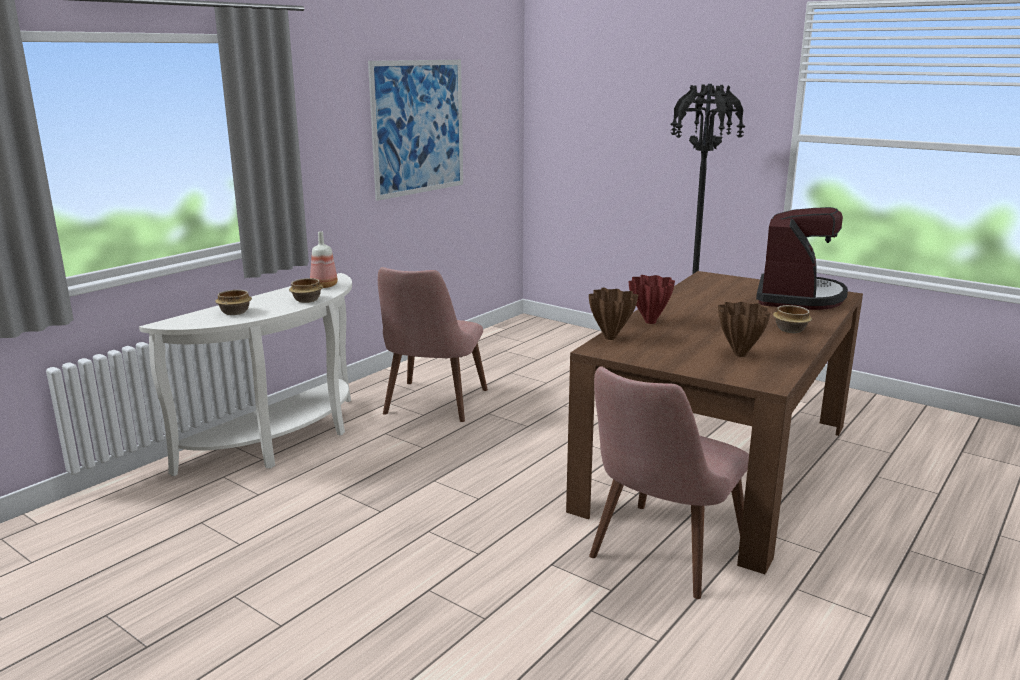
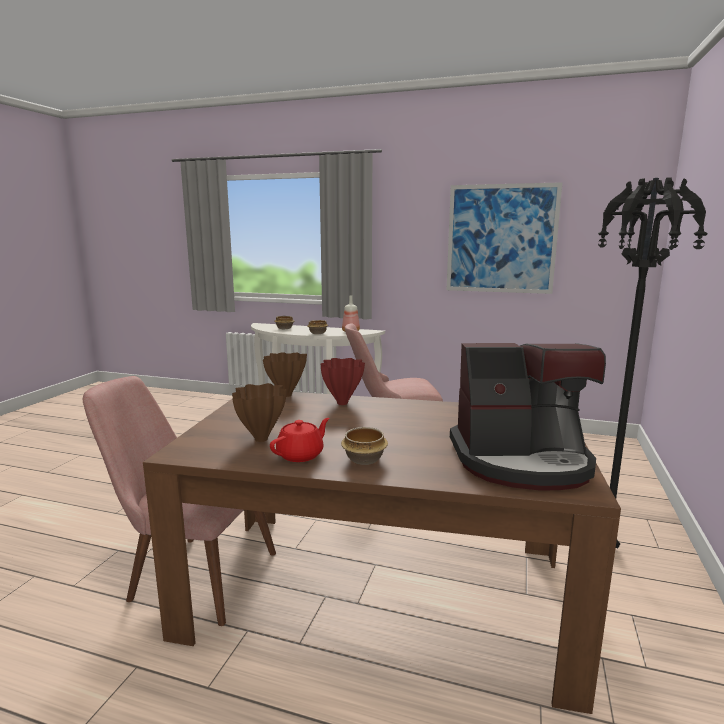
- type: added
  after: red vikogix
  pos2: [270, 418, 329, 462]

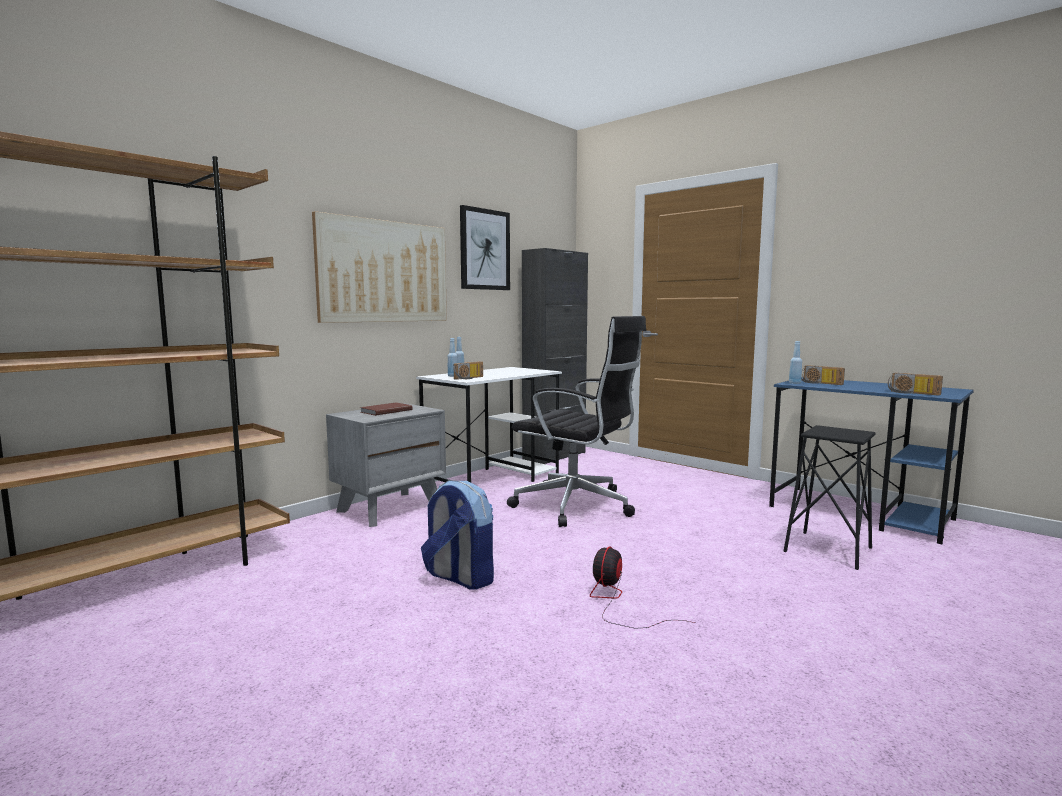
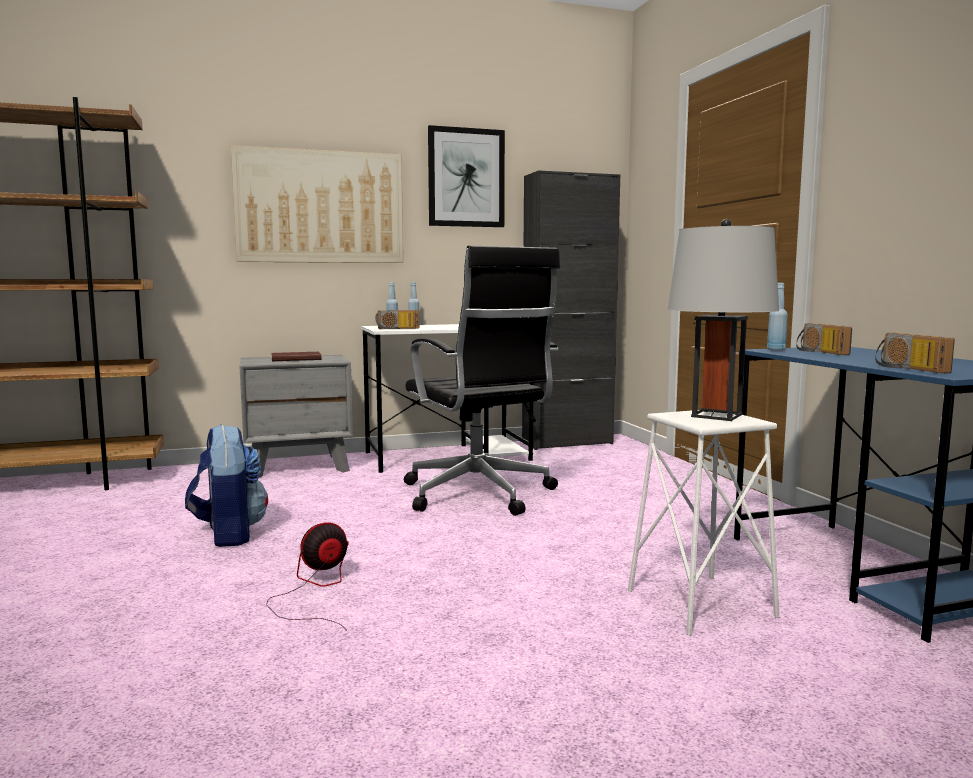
- type: added
  after: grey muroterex
  pos2: [667, 219, 779, 421]
- type: recoloured
  before: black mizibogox
  after: white mizibogox
  pos1: [784, 425, 875, 570]
  pos2: [628, 410, 780, 636]

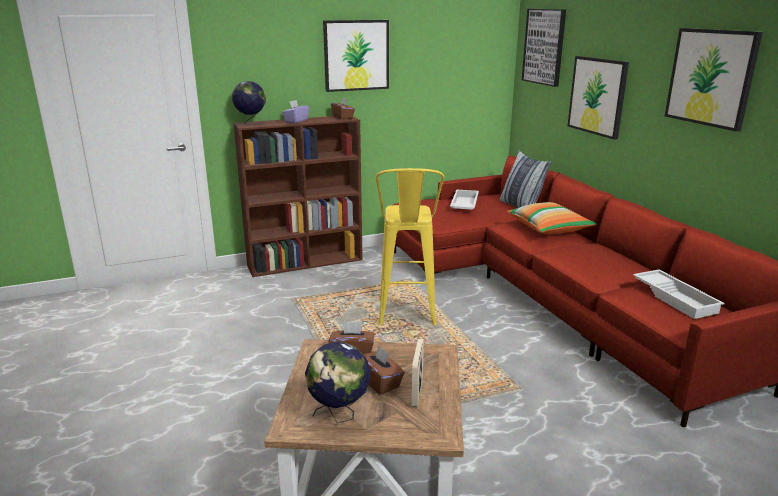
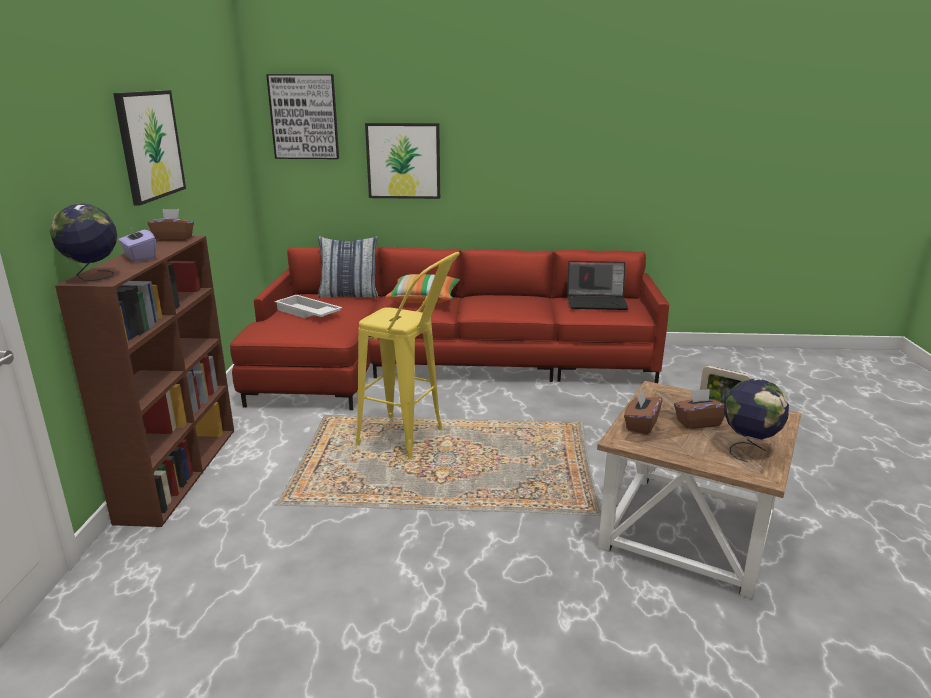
- type: removed
  before: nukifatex
  pos1: [665, 28, 763, 132]
- type: replaced
  before: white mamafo
  after: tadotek
  pos1: [633, 269, 725, 319]
  pos2: [567, 261, 629, 310]

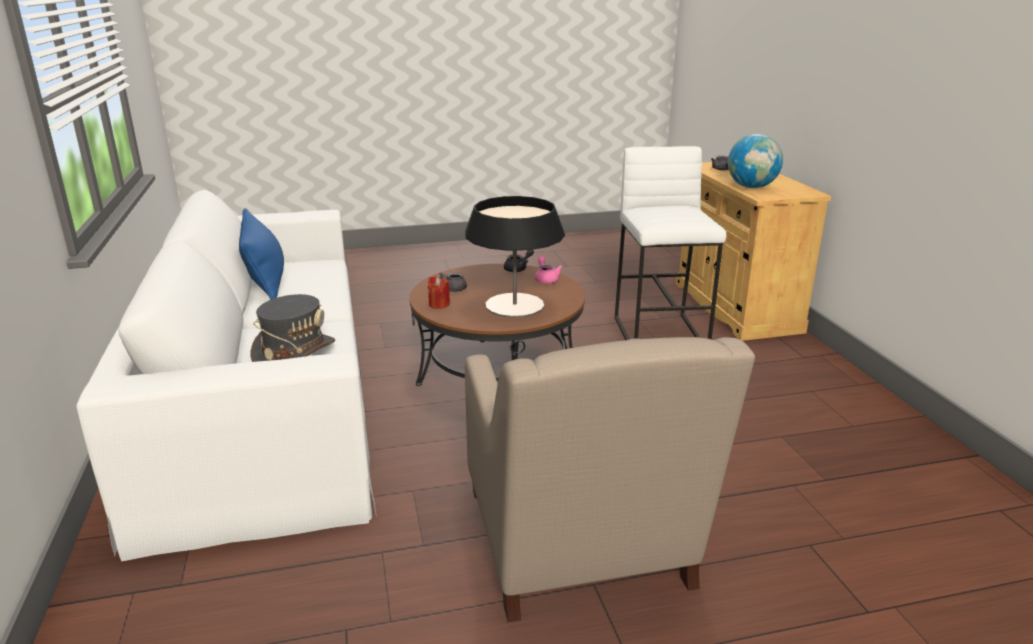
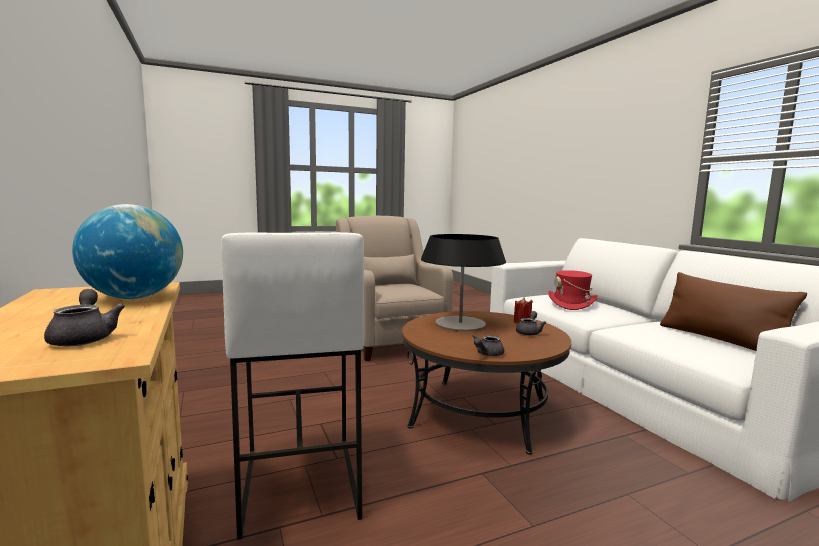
- type: removed
  before: pink vikogix
  pos1: [535, 256, 563, 284]
- type: recoloured
  before: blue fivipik
  after: brown fivipik
  pos1: [239, 208, 284, 300]
  pos2: [660, 272, 807, 351]
- type: recoloured
  before: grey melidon
  after: red melidon
  pos1: [251, 294, 335, 362]
  pos2: [548, 270, 598, 310]

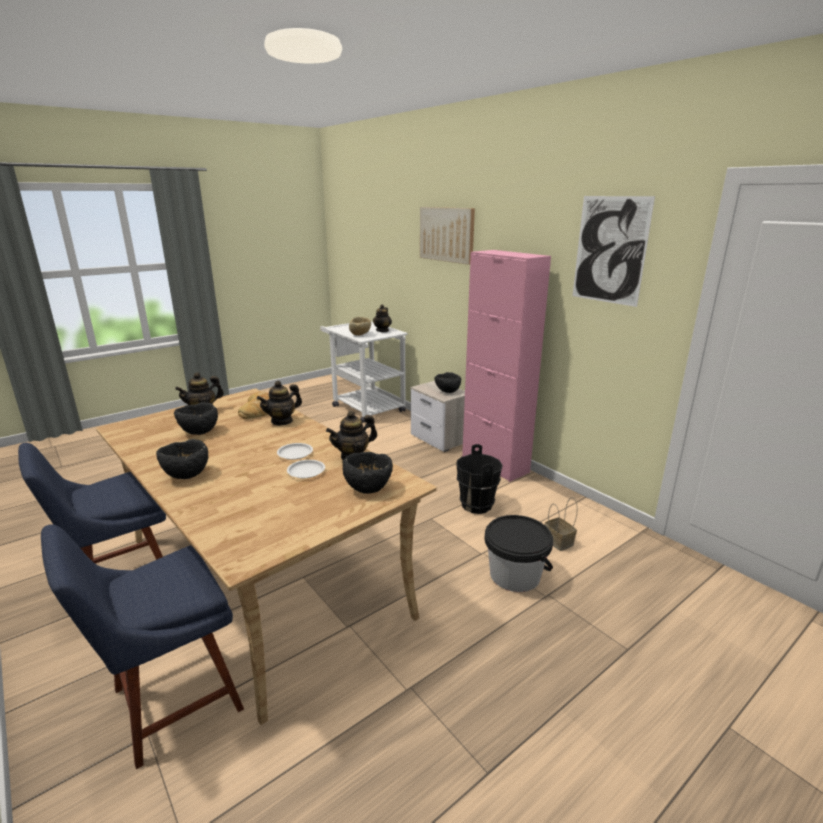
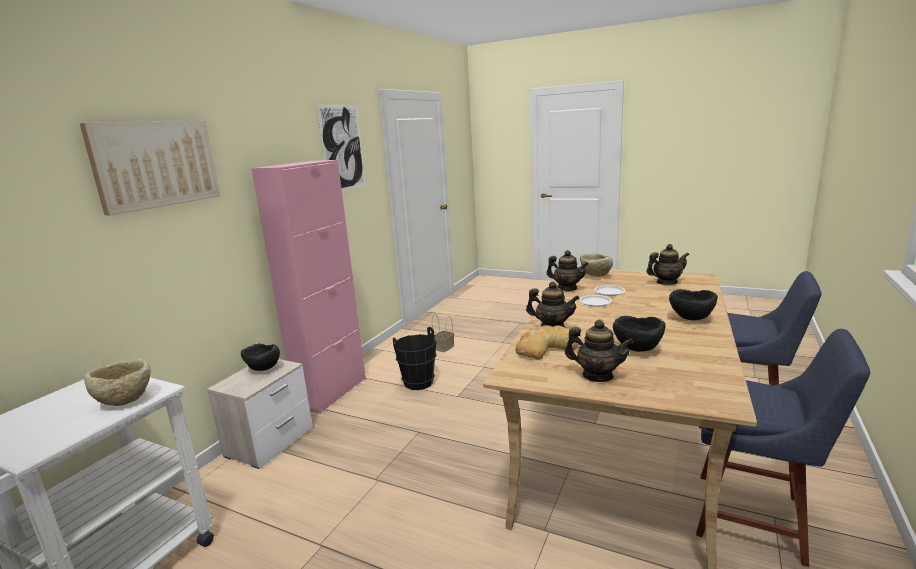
- type: removed
  before: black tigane
  pos1: [484, 515, 553, 592]
- type: moved
  before: vikogix
  pos1: [373, 304, 392, 332]
  pos2: [647, 244, 690, 285]
- type: recoloured
  before: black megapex
  after: beige megapex
  pos1: [343, 452, 393, 494]
  pos2: [580, 253, 613, 277]

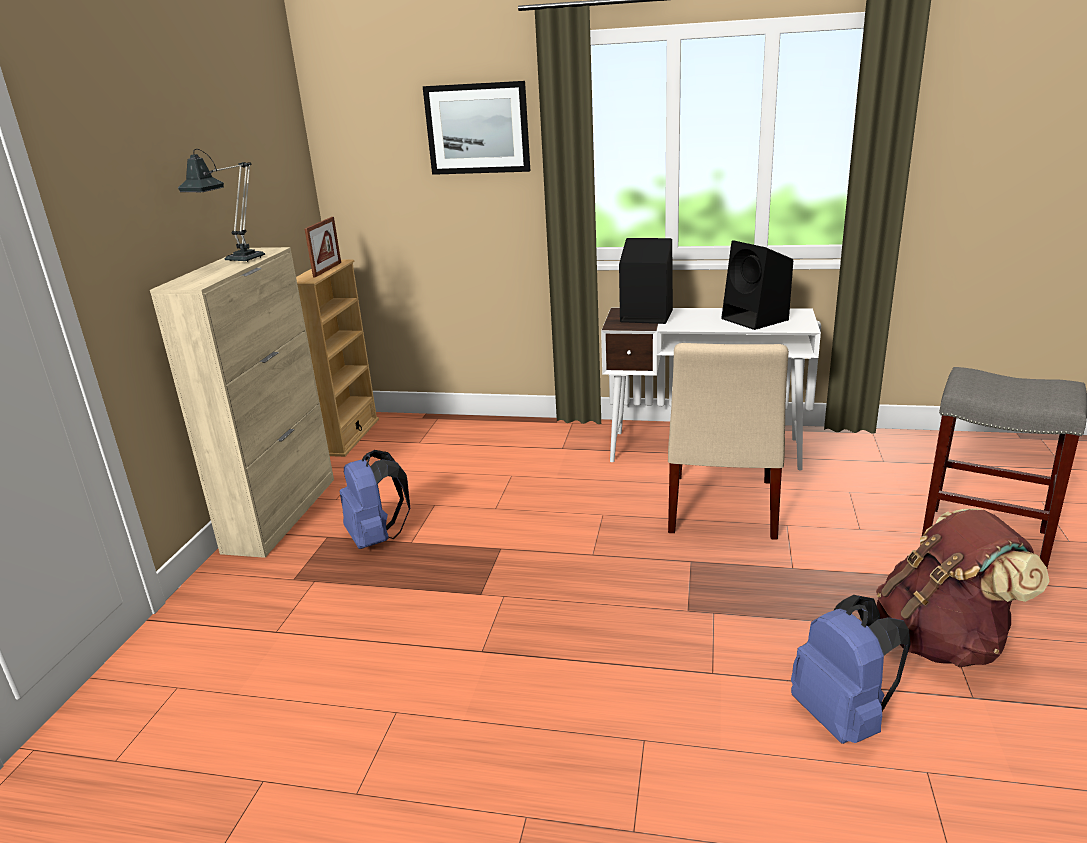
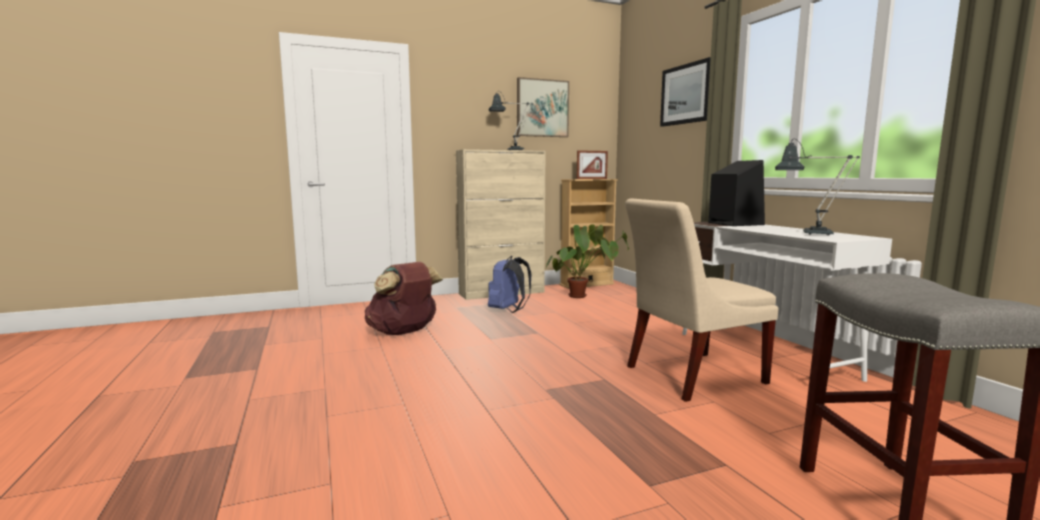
- type: removed
  before: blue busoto
  pos1: [791, 595, 911, 744]
- type: added
  after: nukifatex
  pos2: [517, 77, 569, 137]
- type: added
  after: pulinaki
  pos2: [546, 224, 629, 298]
- type: moved
  before: brown busoto
  pos1: [876, 508, 1050, 667]
  pos2: [365, 262, 443, 335]
- type: replaced
  before: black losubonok
  after: muroterex
  pos1: [721, 240, 793, 330]
  pos2: [775, 139, 860, 236]

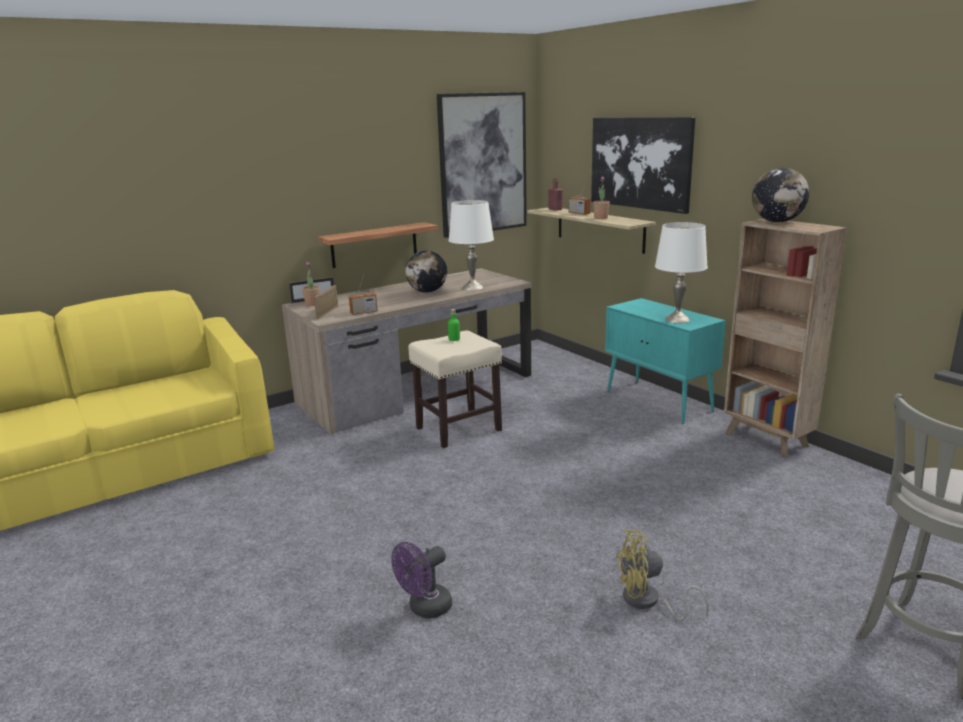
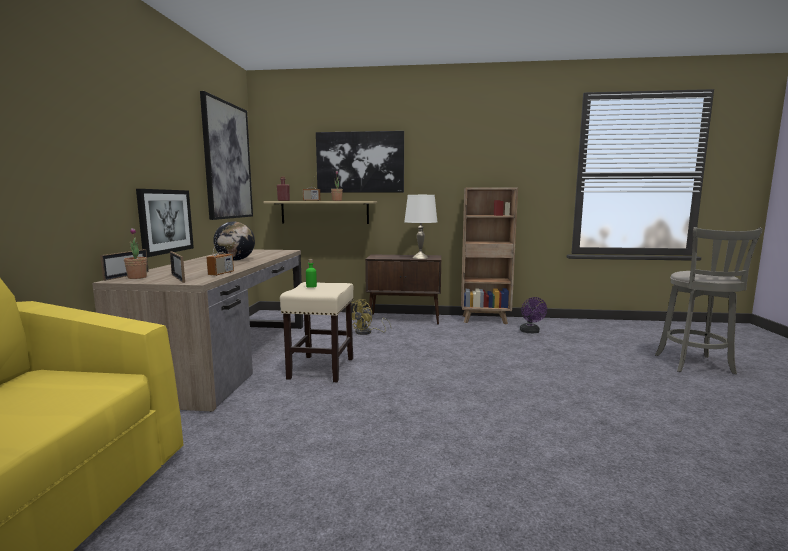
- type: removed
  before: white muroterex
  pos1: [449, 200, 494, 290]
- type: removed
  before: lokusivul
  pos1: [752, 168, 809, 222]
- type: moved
  before: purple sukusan
  pos1: [391, 542, 452, 618]
  pos2: [520, 297, 547, 333]
- type: moved
  before: yellow sukusan
  pos1: [616, 530, 709, 621]
  pos2: [351, 299, 391, 335]
- type: replaced
  before: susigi
  after: nukifatex
  pos1: [318, 222, 438, 268]
  pos2: [136, 189, 194, 257]
- type: recoloured
  before: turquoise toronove
  after: brown toronove
  pos1: [605, 298, 726, 424]
  pos2: [365, 254, 441, 325]

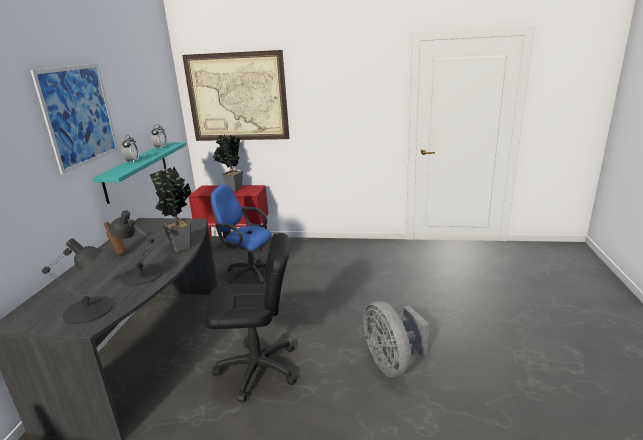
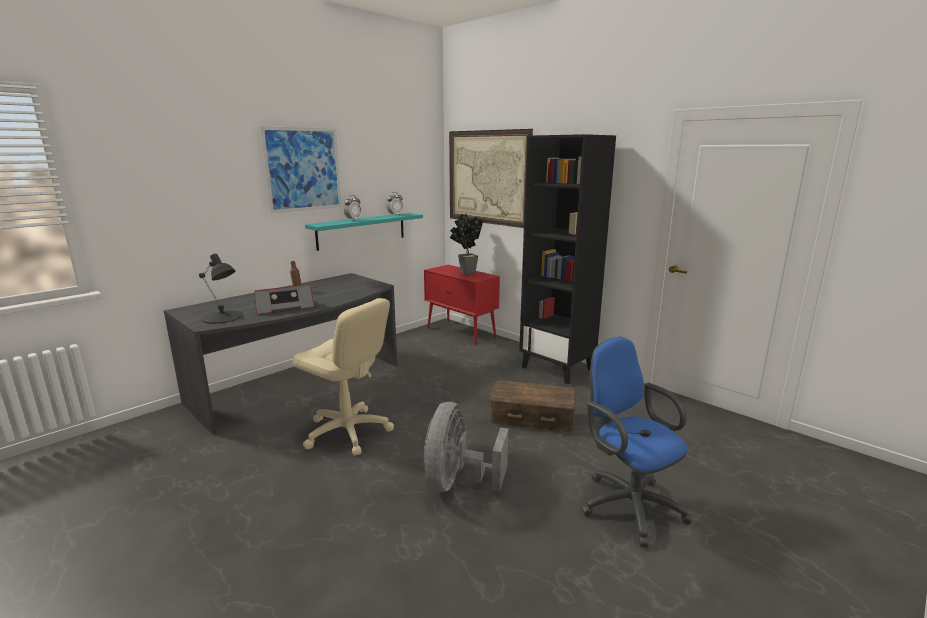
- type: removed
  before: pulinaki
  pos1: [150, 167, 191, 252]
- type: added
  after: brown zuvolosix
  pos2: [489, 381, 576, 432]
- type: added
  after: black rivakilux
  pos2: [519, 134, 616, 384]
- type: moved
  before: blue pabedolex
  pos1: [211, 184, 272, 284]
  pos2: [581, 337, 692, 547]
- type: replaced
  before: black muroterex
  after: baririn
  pos1: [108, 210, 163, 286]
  pos2: [255, 284, 315, 314]
- type: recoloured
  before: black pabedolex
  after: beige pabedolex
  pos1: [204, 233, 297, 402]
  pos2: [293, 298, 394, 456]

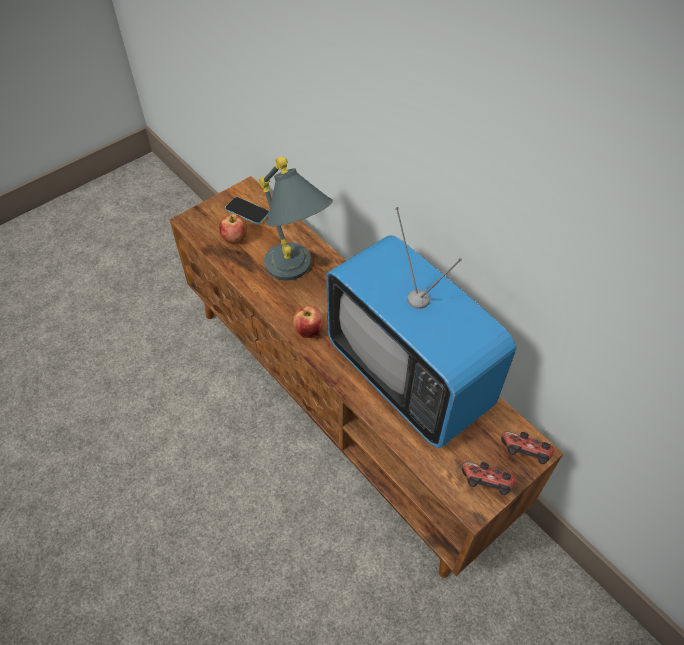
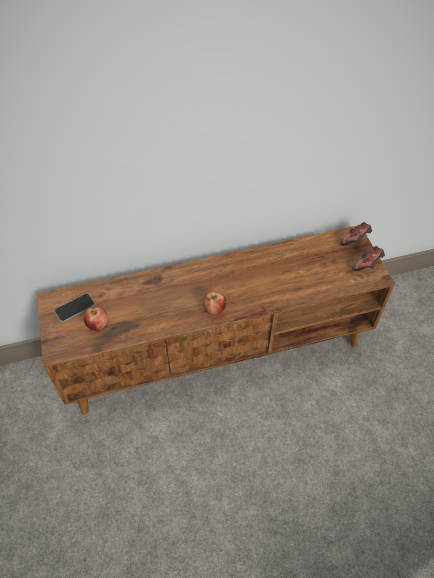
- type: removed
  before: grey muroterex
  pos1: [259, 156, 333, 280]
- type: removed
  before: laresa
  pos1: [326, 207, 516, 448]

